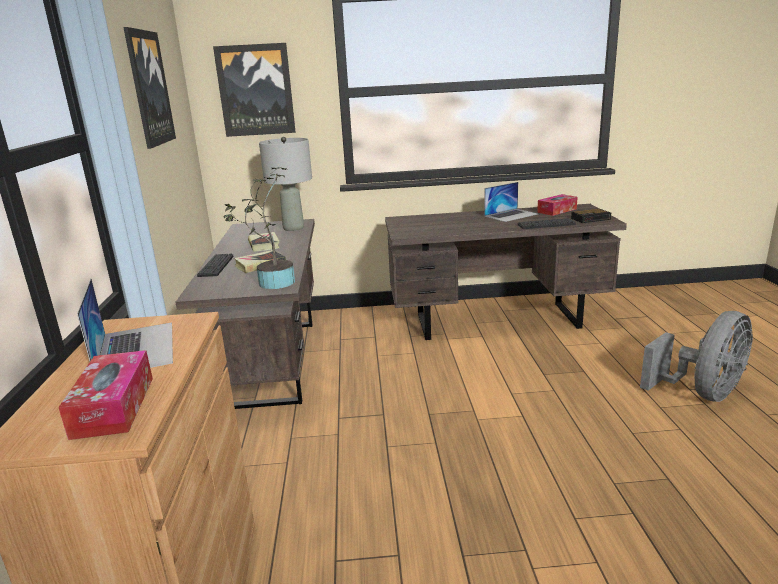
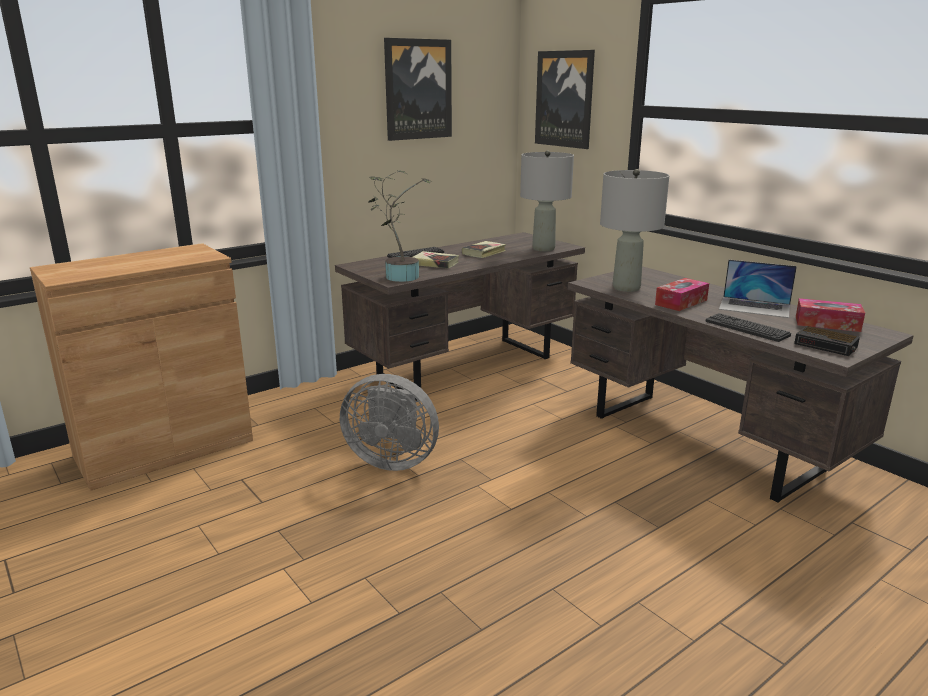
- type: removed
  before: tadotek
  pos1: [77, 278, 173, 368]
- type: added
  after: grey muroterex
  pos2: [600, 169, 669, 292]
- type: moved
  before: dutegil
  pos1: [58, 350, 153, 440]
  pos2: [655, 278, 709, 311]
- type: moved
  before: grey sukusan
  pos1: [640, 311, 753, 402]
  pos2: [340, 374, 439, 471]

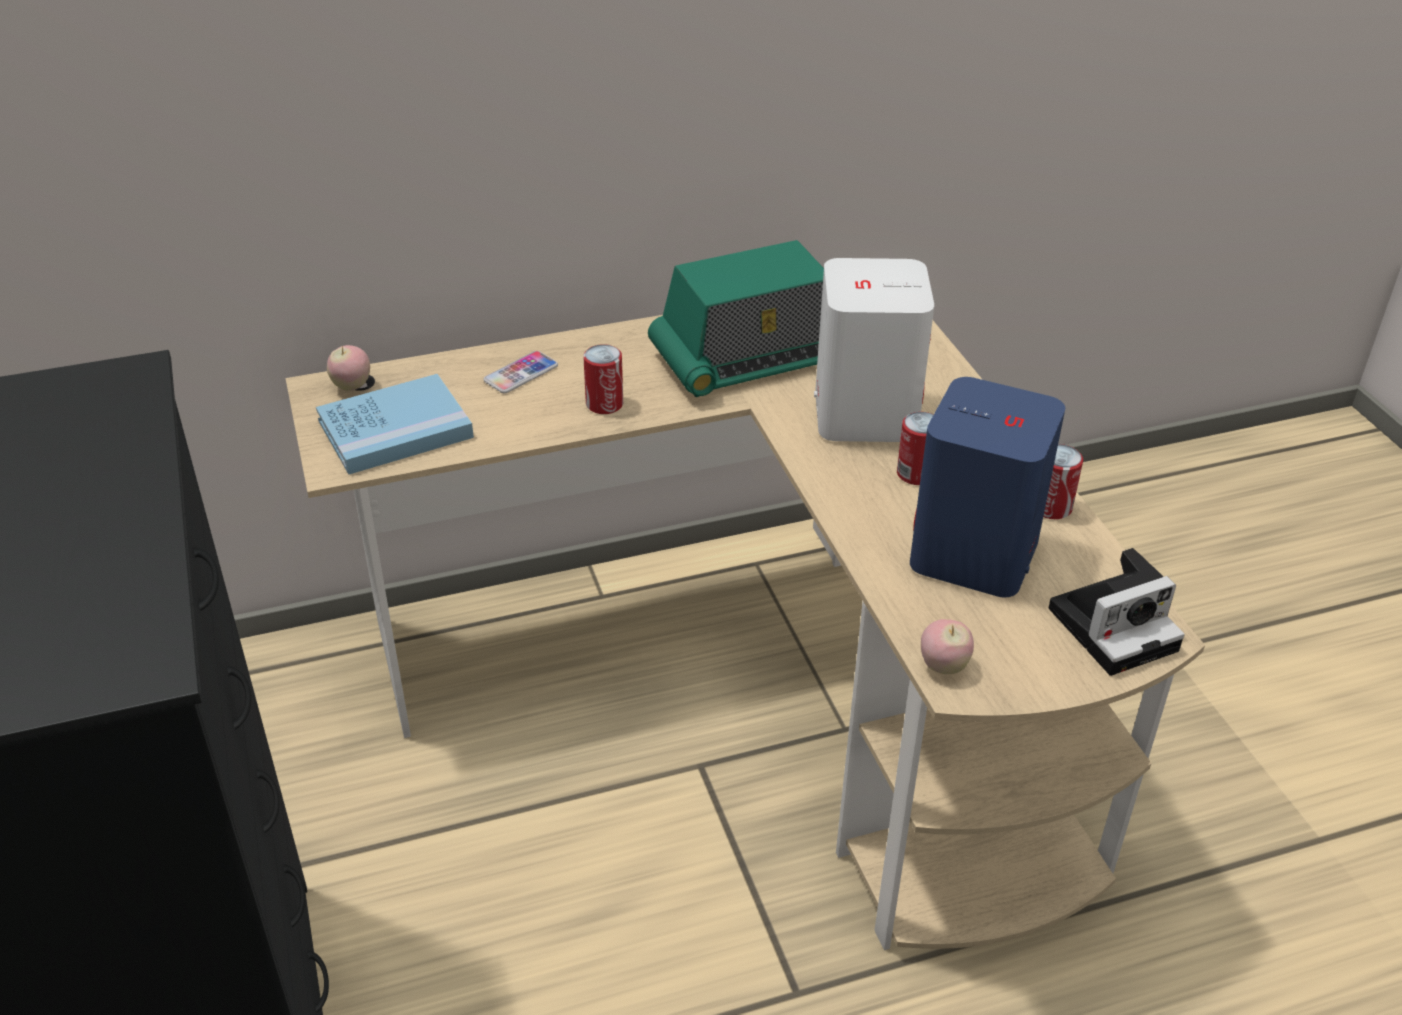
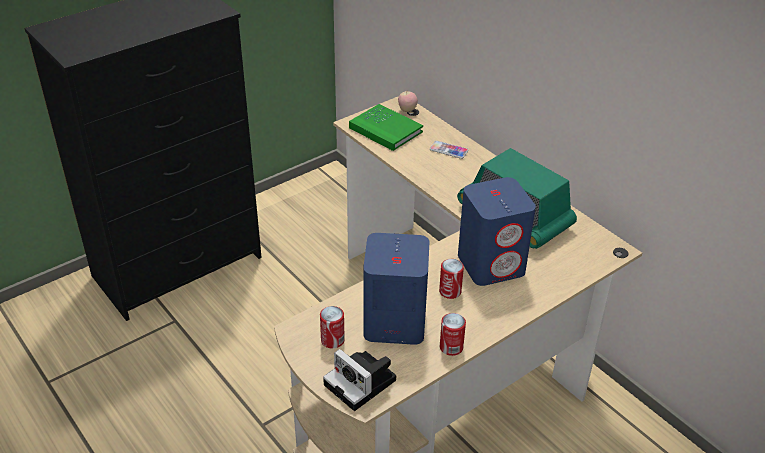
- type: removed
  before: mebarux
  pos1: [921, 619, 974, 674]
- type: moved
  before: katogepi
  pos1: [583, 344, 623, 414]
  pos2: [320, 306, 345, 348]
- type: recoloured
  before: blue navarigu
  after: green navarigu
  pos1: [316, 374, 474, 474]
  pos2: [349, 104, 423, 151]
- type: recoloured
  before: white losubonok
  after: blue losubonok
  pos1: [814, 258, 934, 442]
  pos2: [458, 177, 536, 286]

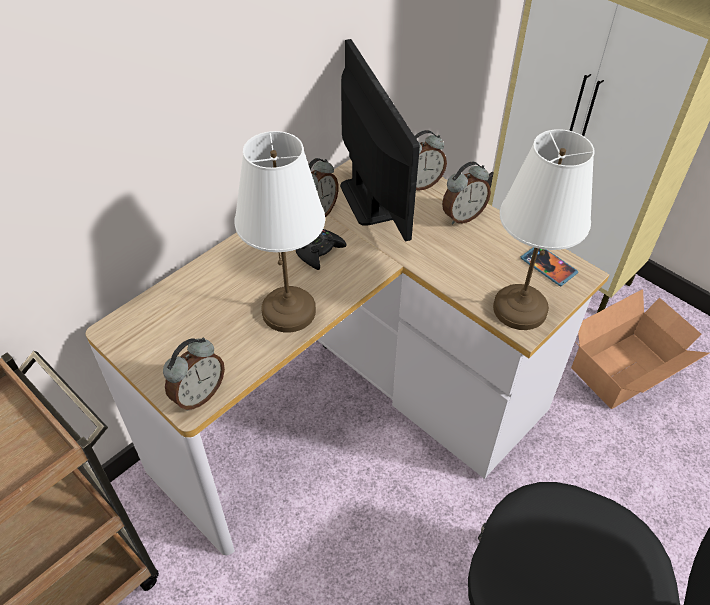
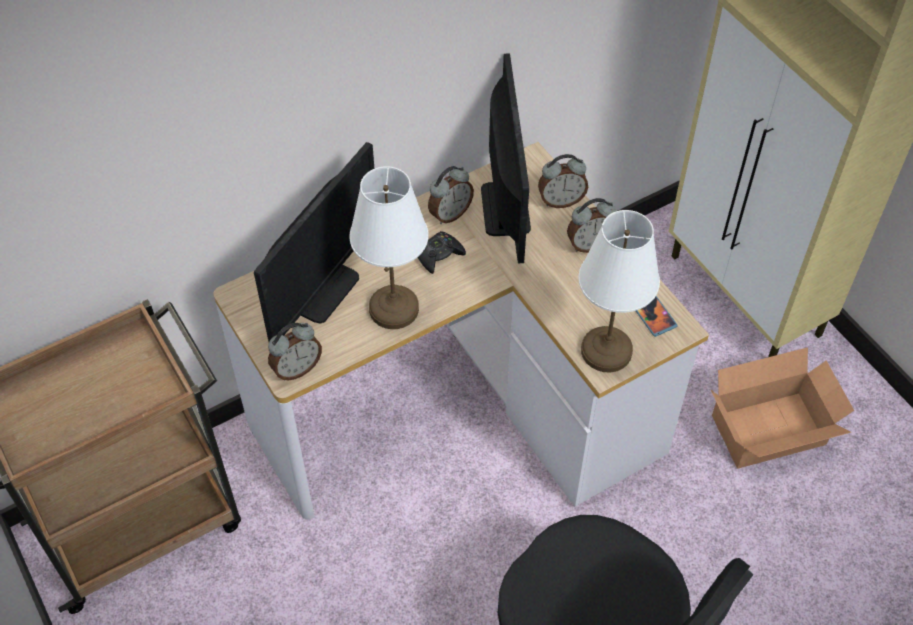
- type: added
  after: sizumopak
  pos2: [254, 142, 374, 342]

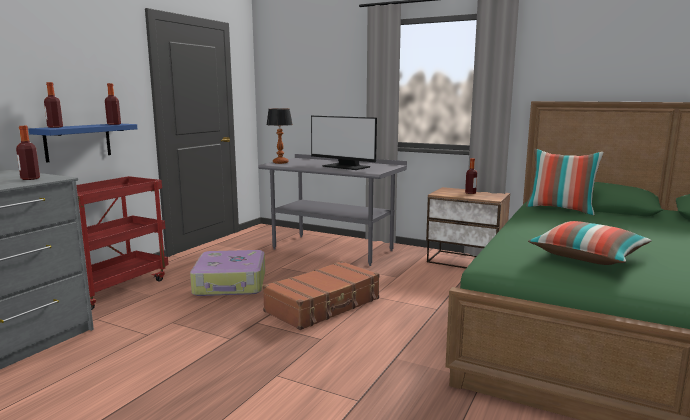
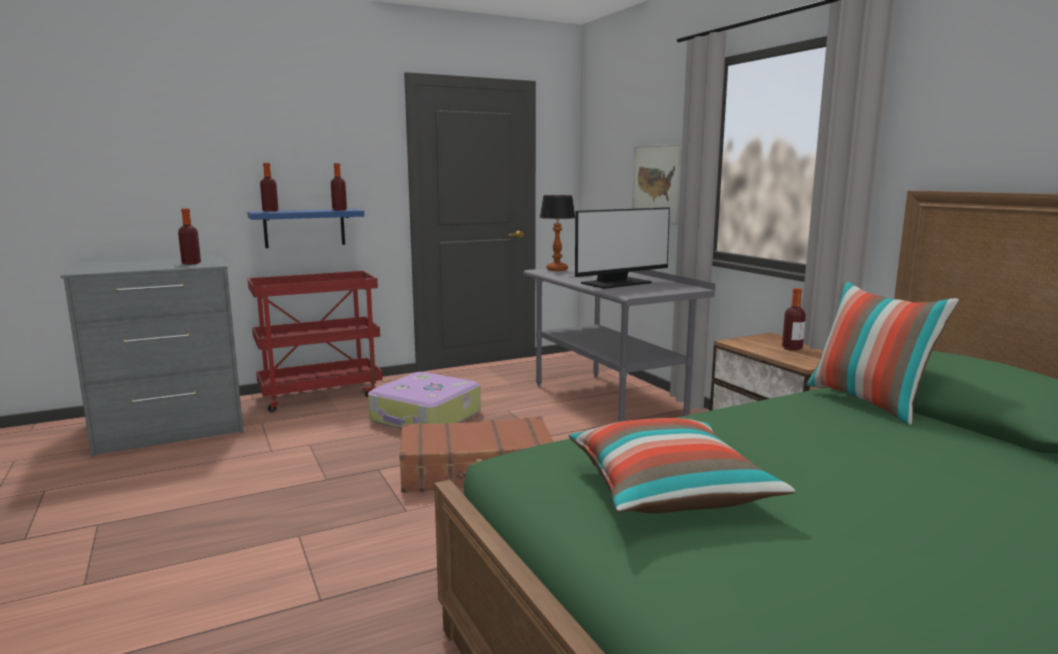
- type: added
  after: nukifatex
  pos2: [632, 143, 682, 225]
- type: turned
  before: sizumopak
  pos1: [311, 116, 377, 170]
  pos2: [575, 207, 670, 289]
  turn: -105

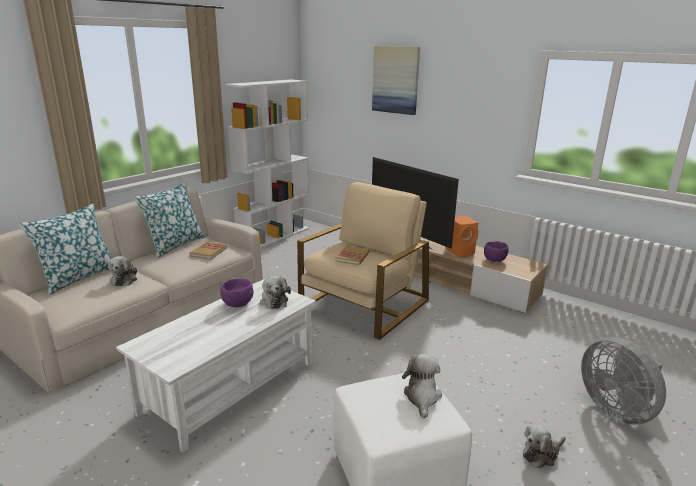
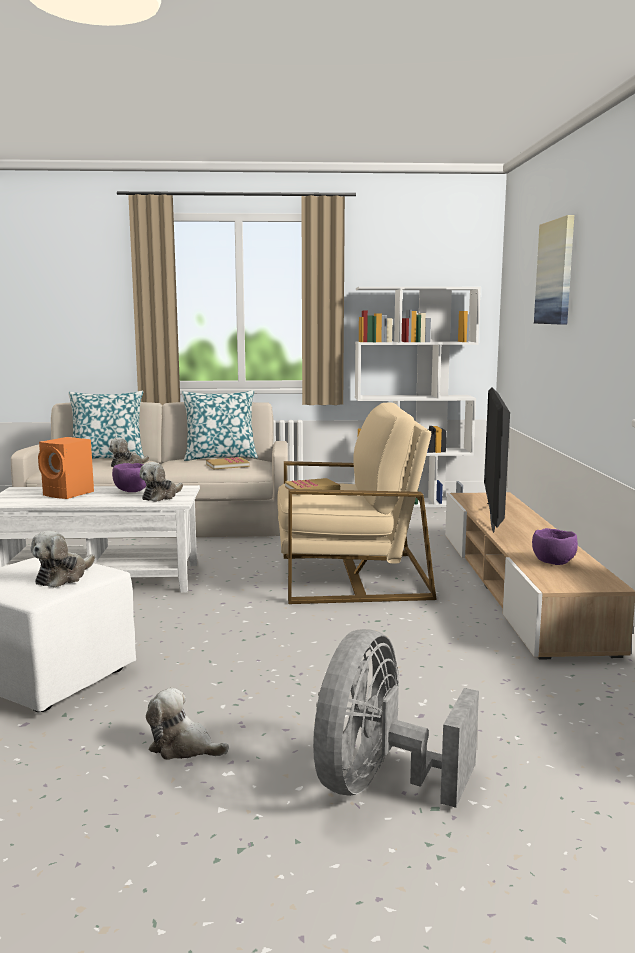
- type: moved
  before: orange losubonok
  pos1: [445, 215, 479, 257]
  pos2: [38, 437, 94, 499]
- type: turned
  before: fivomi
  pos1: [402, 354, 442, 419]
  pos2: [31, 531, 95, 588]
  turn: 150

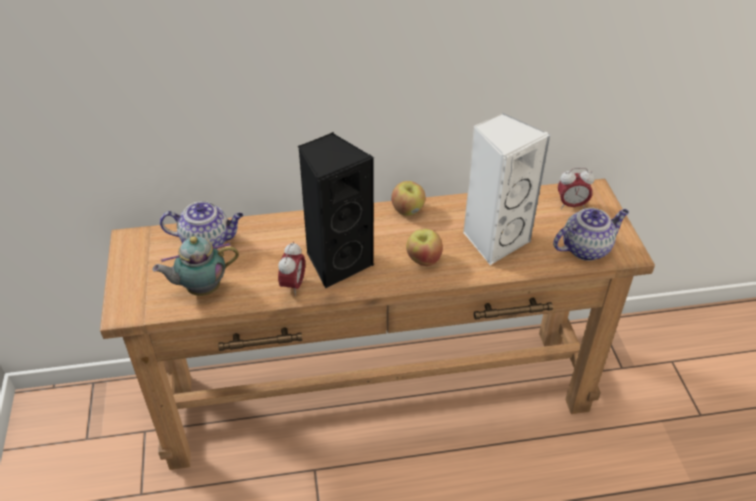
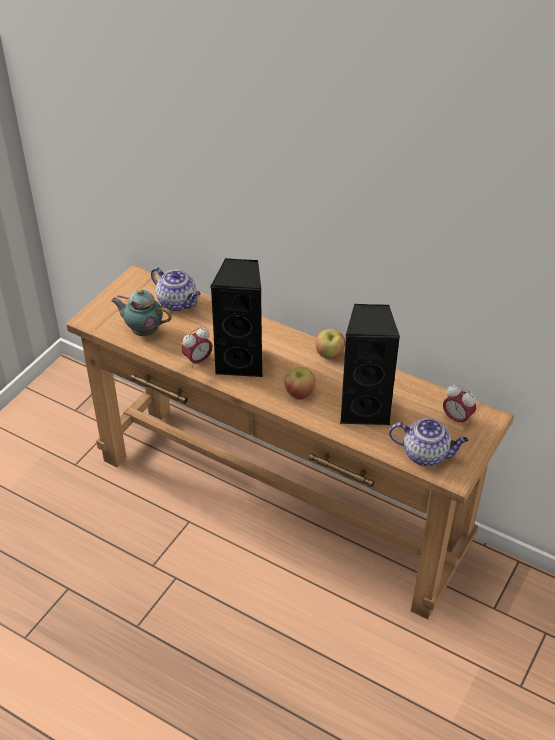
- type: recoloured
  before: white losubonok
  after: black losubonok
  pos1: [463, 112, 550, 265]
  pos2: [340, 304, 400, 425]

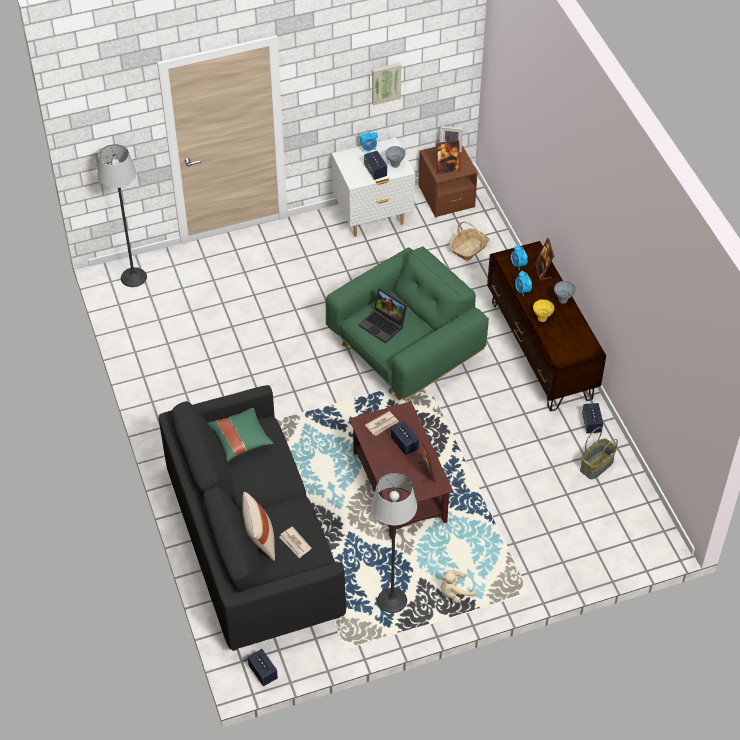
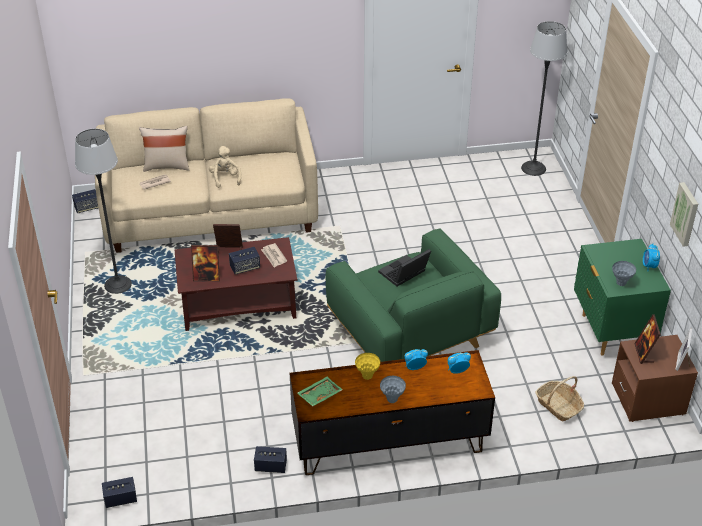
- type: removed
  before: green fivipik
  pos1: [208, 408, 274, 462]
- type: removed
  before: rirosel
  pos1: [580, 427, 618, 479]
- type: added
  after: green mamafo
  pos2: [297, 377, 343, 407]
- type: moved
  before: losubonok
  pos1: [364, 151, 387, 180]
  pos2: [102, 477, 137, 508]
- type: moved
  before: beige fivomi
  pos1: [440, 570, 476, 603]
  pos2: [209, 146, 241, 188]
- type: moved
  before: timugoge
  pos1: [535, 238, 554, 281]
  pos2: [213, 224, 243, 254]
- type: recoloured
  before: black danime
  after: beige danime
  pos1: [159, 385, 346, 651]
  pos2: [95, 98, 318, 253]
- type: recoloured
  before: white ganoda
  after: green ganoda
  pos1: [332, 138, 415, 237]
  pos2: [574, 239, 671, 356]

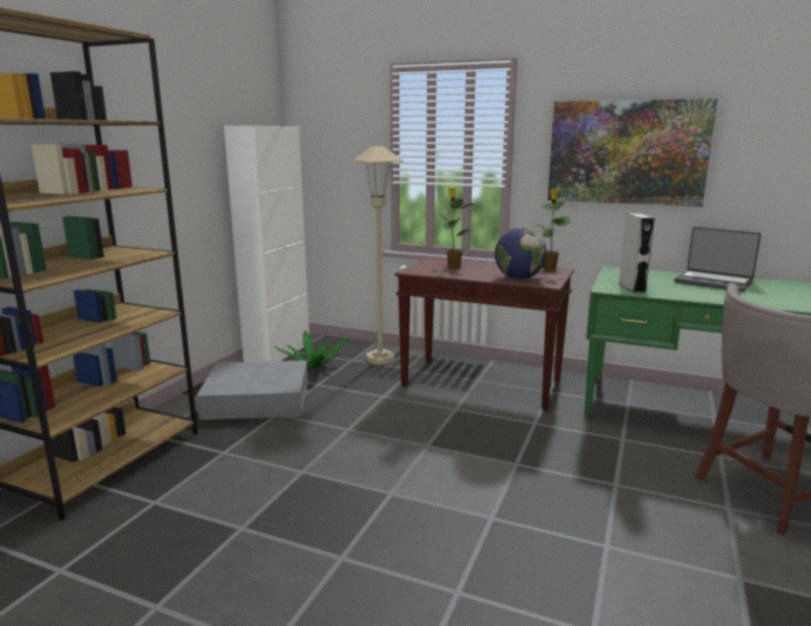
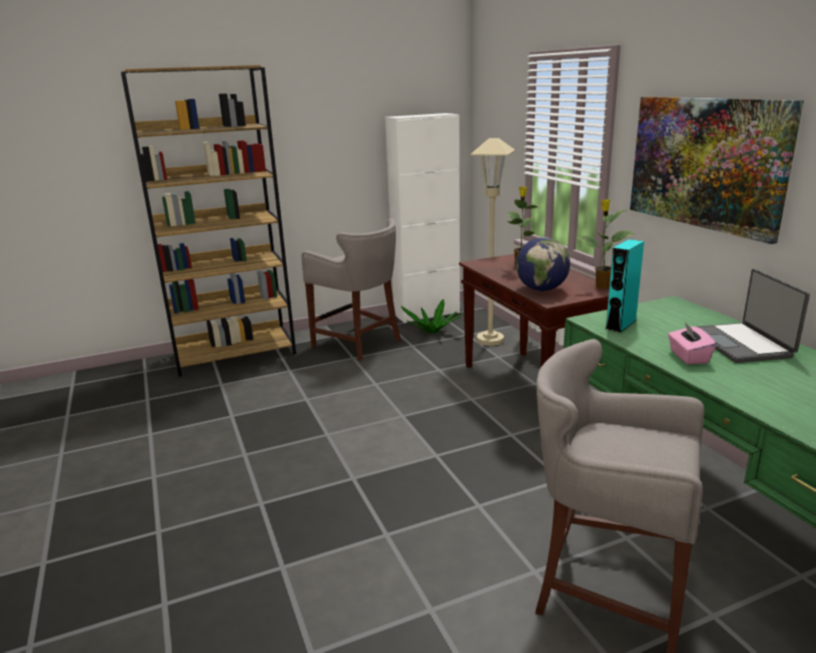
- type: added
  after: pink dutegil
  pos2: [668, 323, 716, 365]
- type: replaced
  before: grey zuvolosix
  after: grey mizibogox
  pos1: [196, 360, 308, 420]
  pos2: [301, 218, 401, 361]
- type: recoloured
  before: grey losubonok
  after: turquoise losubonok
  pos1: [618, 213, 655, 292]
  pos2: [606, 239, 644, 333]

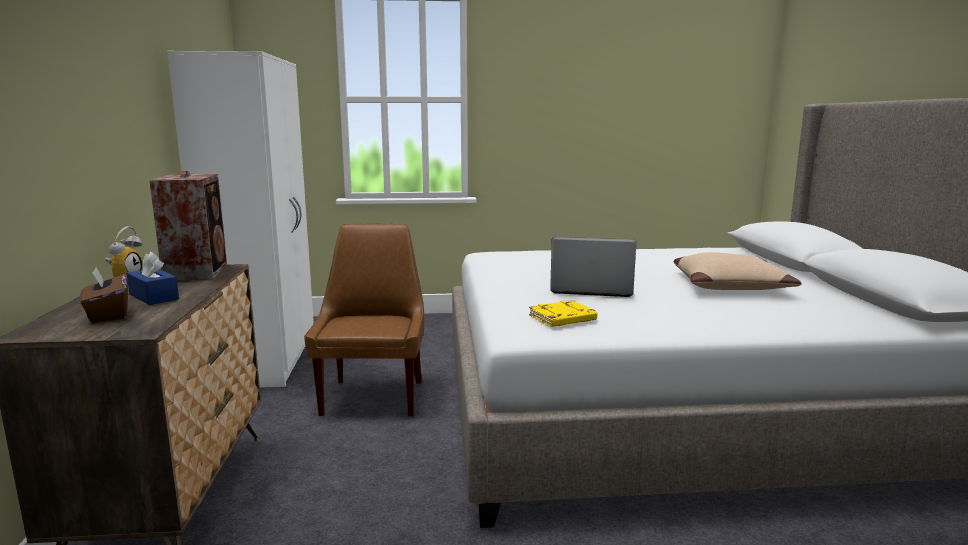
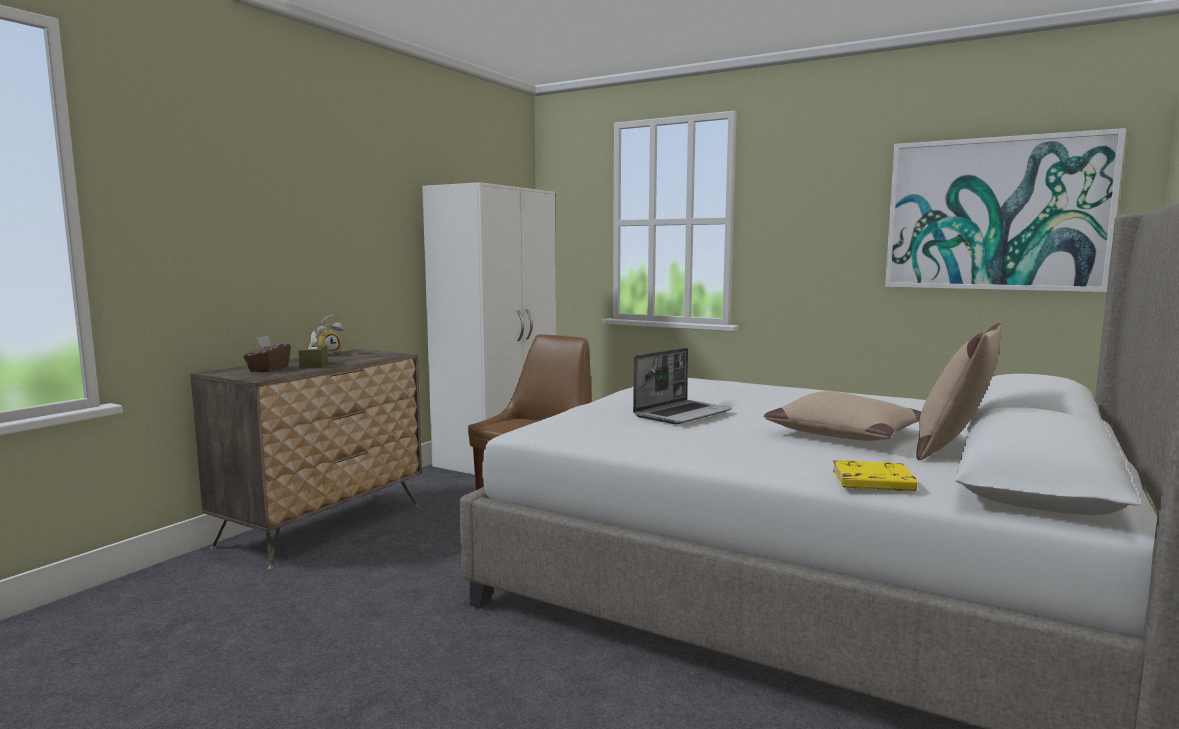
- type: removed
  before: losubonok
  pos1: [149, 171, 227, 281]
- type: added
  after: nukifatex
  pos2: [885, 128, 1126, 292]
- type: added
  after: beige fivipik
  pos2: [916, 323, 1002, 460]
- type: moved
  before: yellow navarigu
  pos1: [529, 300, 597, 327]
  pos2: [833, 460, 917, 491]
- type: recoloured
  before: blue dutegil
  after: brown dutegil
  pos1: [126, 252, 179, 305]
  pos2: [298, 331, 328, 368]
- type: turned
  before: tadotek
  pos1: [550, 237, 636, 297]
  pos2: [633, 348, 732, 424]
  turn: 90

